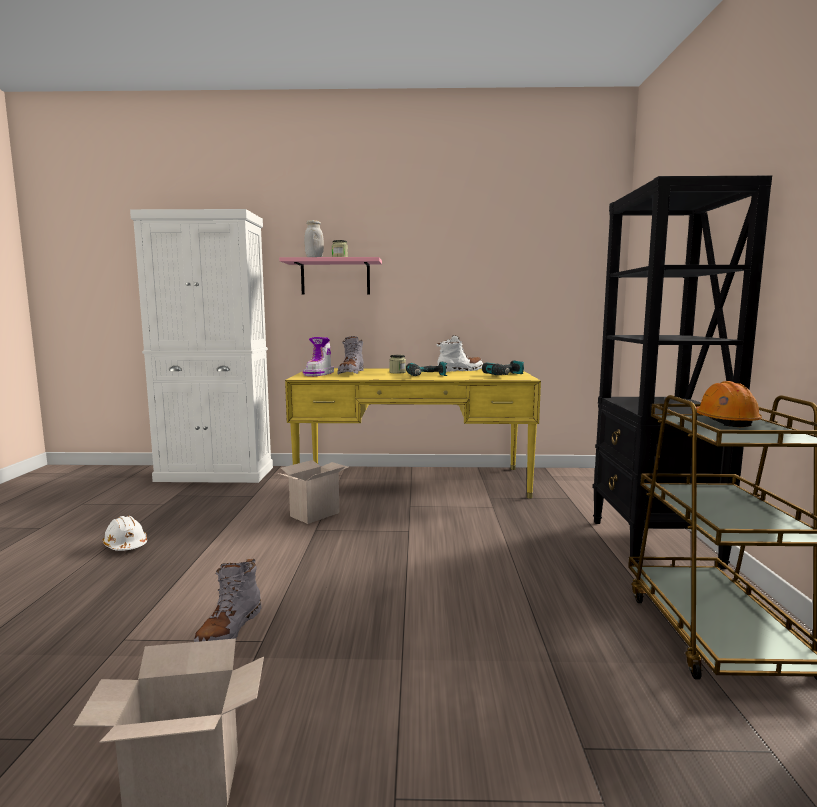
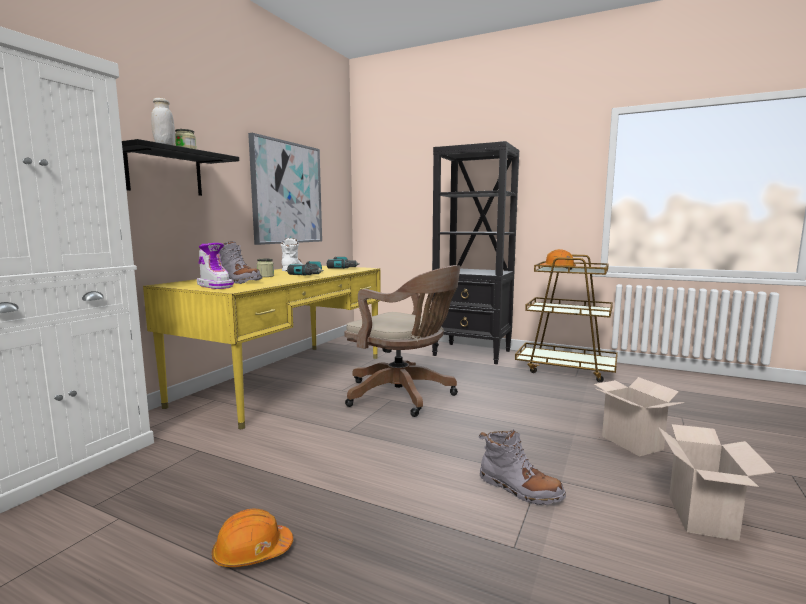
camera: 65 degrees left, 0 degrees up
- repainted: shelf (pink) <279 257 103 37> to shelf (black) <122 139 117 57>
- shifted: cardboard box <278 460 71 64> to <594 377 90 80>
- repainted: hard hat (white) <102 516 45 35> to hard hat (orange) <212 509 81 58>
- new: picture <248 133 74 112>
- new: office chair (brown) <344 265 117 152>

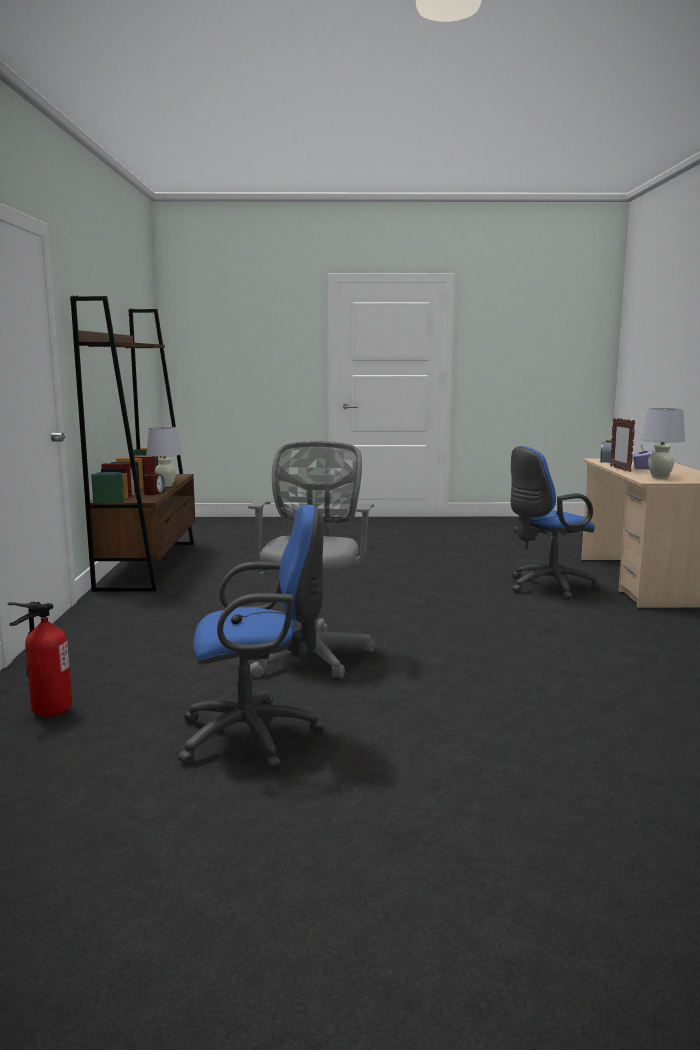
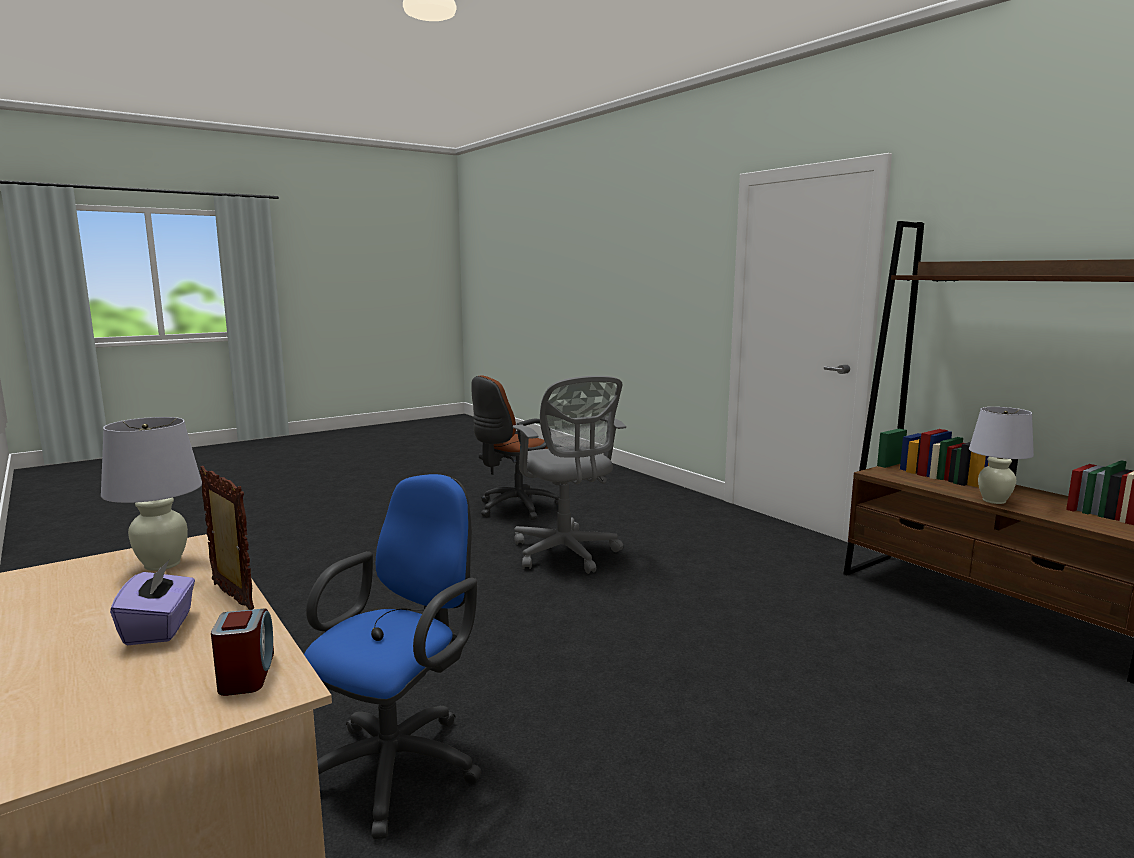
camera: 145 degrees right, 0 degrees up
- gone: alarm clock <143 473 22 22>
- repainted: office chair (blue) <178 505 146 266> to office chair (brown) <471 375 88 145>
- gone: fire extinguisher <7 602 65 115>

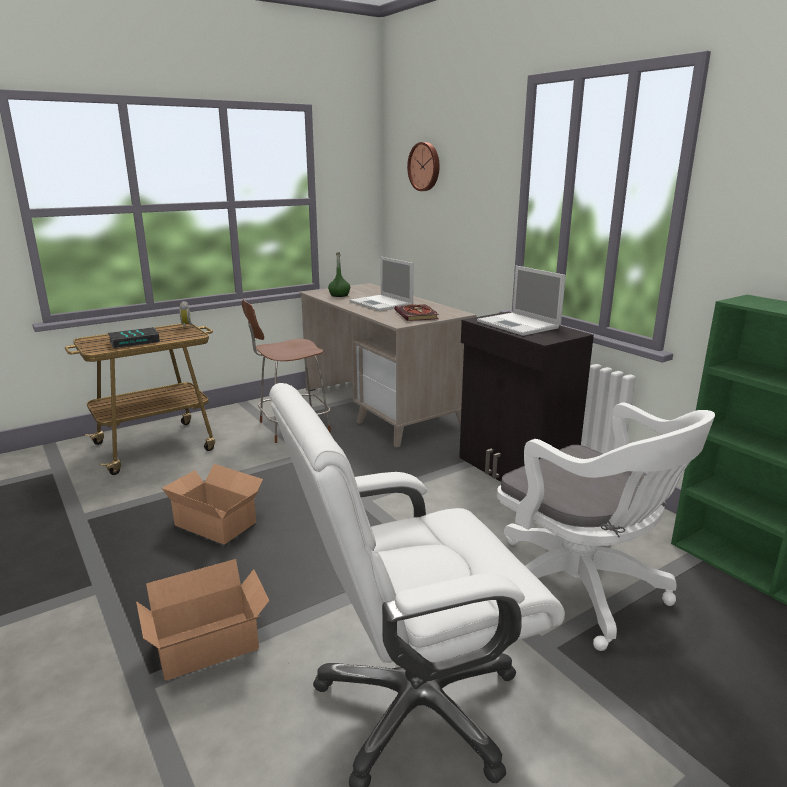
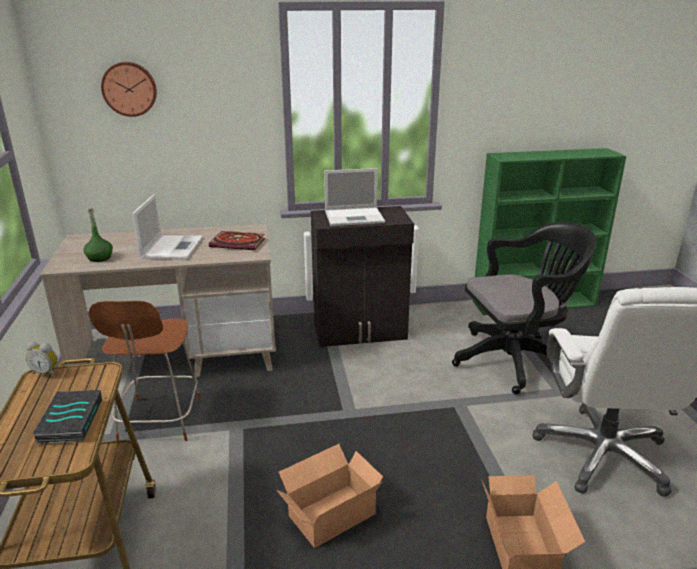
camera: 65 degrees left, 5 degrees up
- rotated: laptop <349 257 65 54> = <132 194 71 66> 75 degrees counterclockwise
- repainted: office chair (white) <497 403 218 248> to office chair (black) <452 222 144 173>

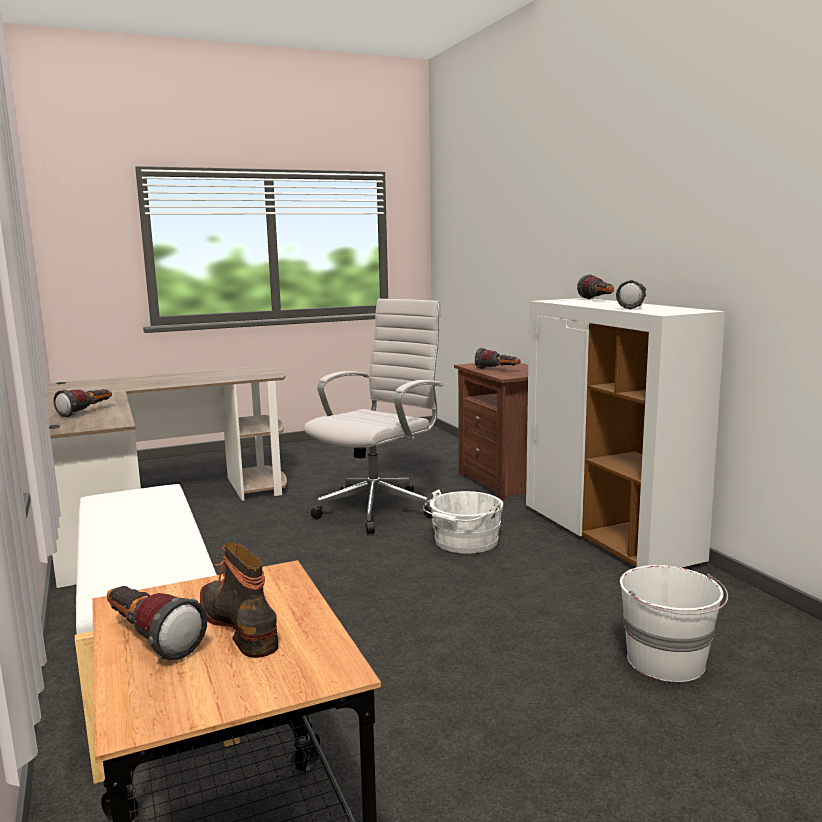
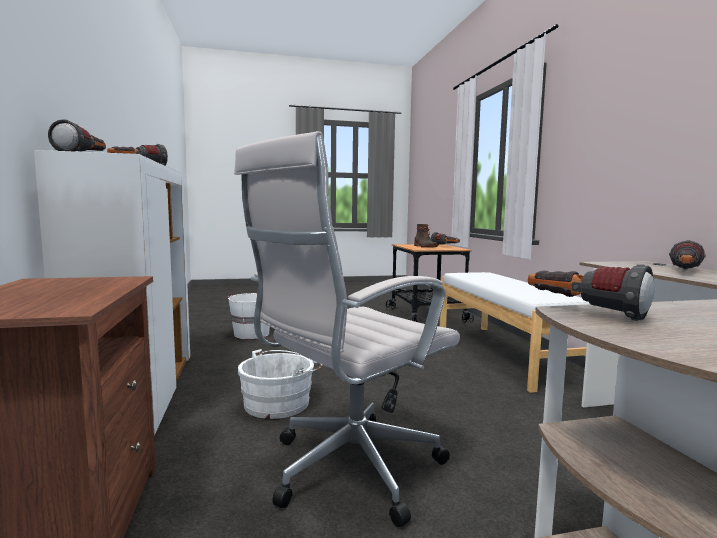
camera: 170 degrees left, 5 degrees down
- shifted: flashlight <475 348 45 21> to <528 264 127 57>

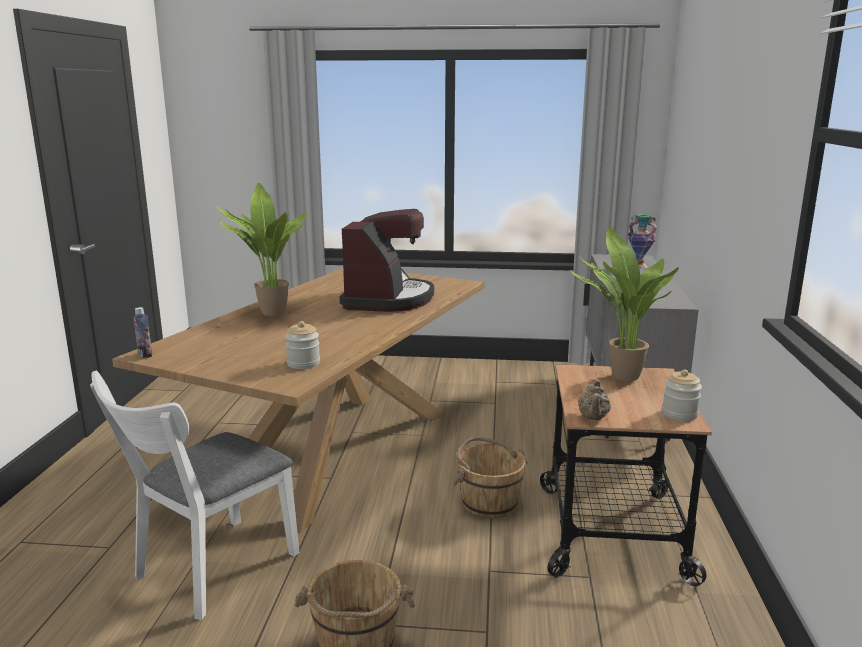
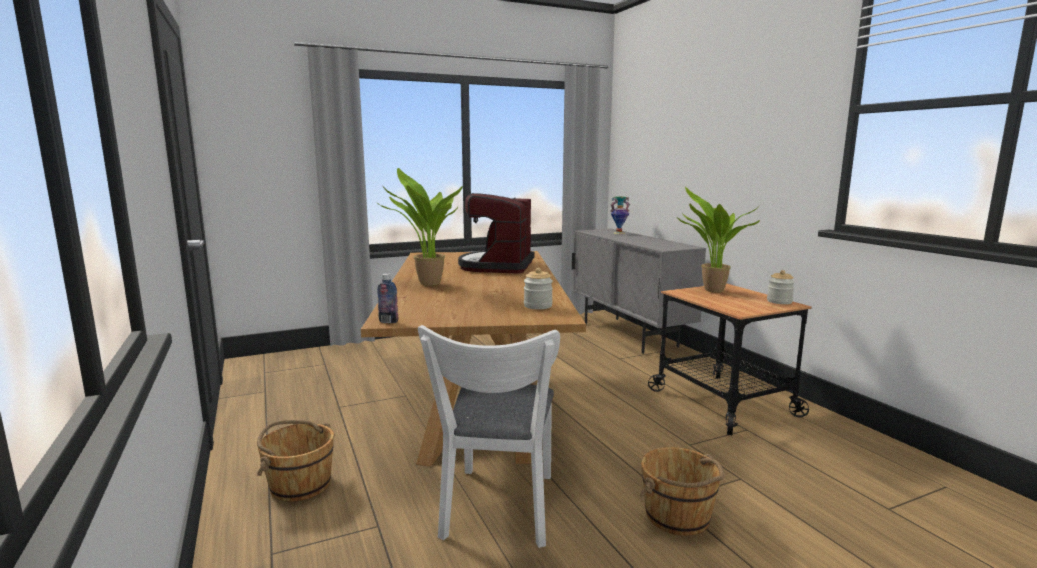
camera: 30 degrees left, 5 degrees down
- rotated: coffee machine <340 209 94 103> = <458 193 76 81> 150 degrees counterclockwise
- gone: teapot (beige) <579 380 32 40>
- shifted: bucket (brown) <453 437 75 81> to <257 420 78 82>

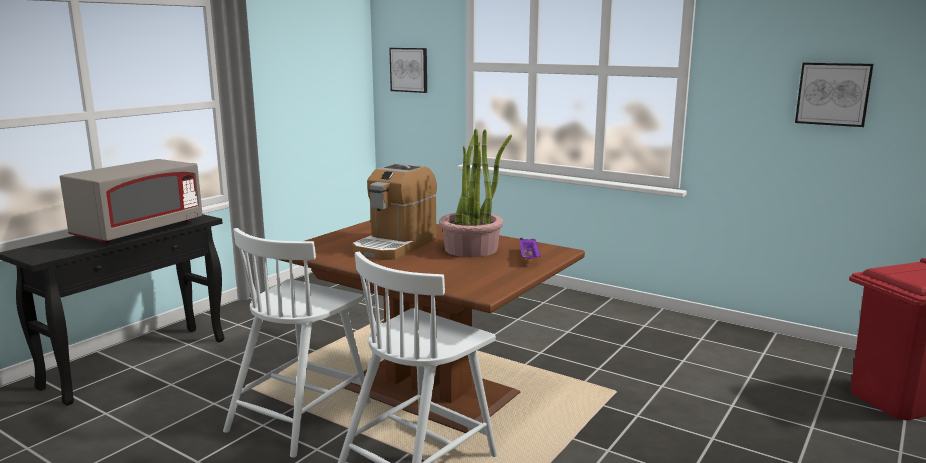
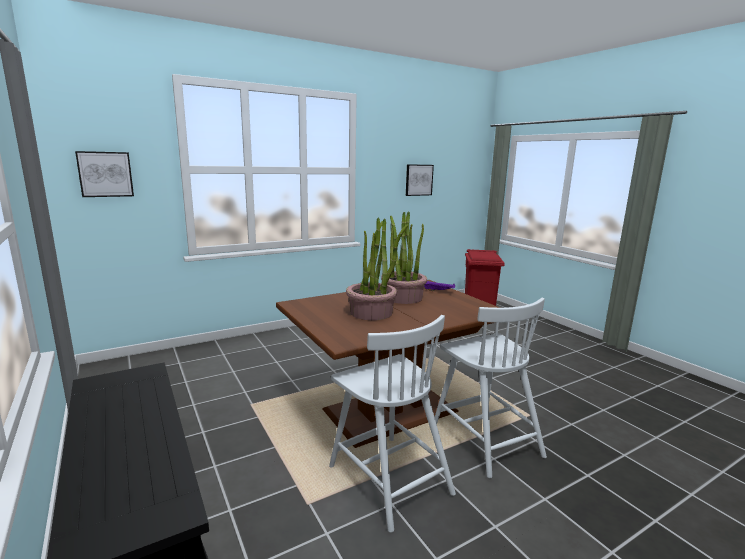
camera: 65 degrees left, 0 degrees up
- gone: microwave (grey) <60 159 142 84>
- swapped: coffee machine <352 163 85 97> to potted plant <346 218 62 102>

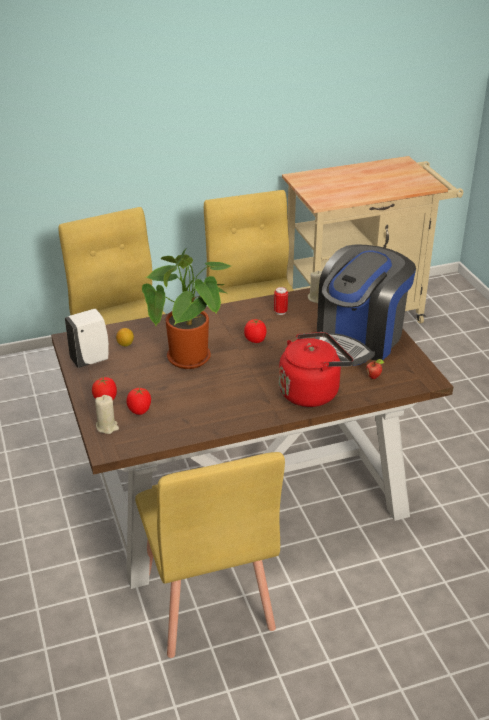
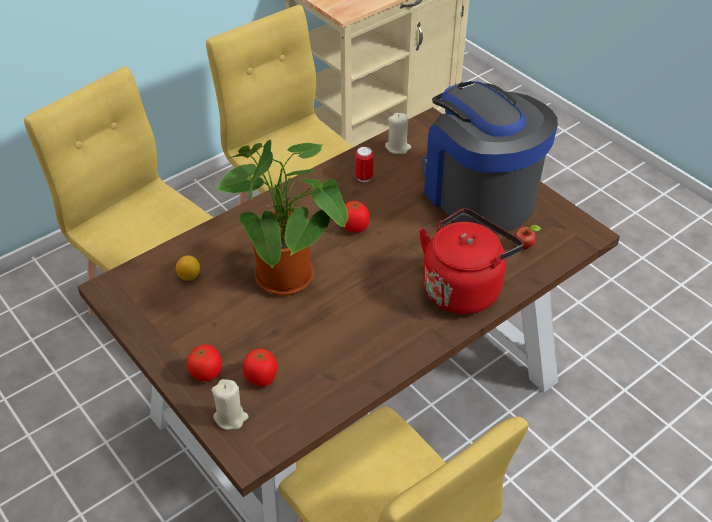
camera: 20 degrees left, 10 degrees up
- rotated: coffee machine <315 244 101 122> = <421 81 137 152> 135 degrees clockwise
- gone: soap dispenser (white) <65 309 44 59>

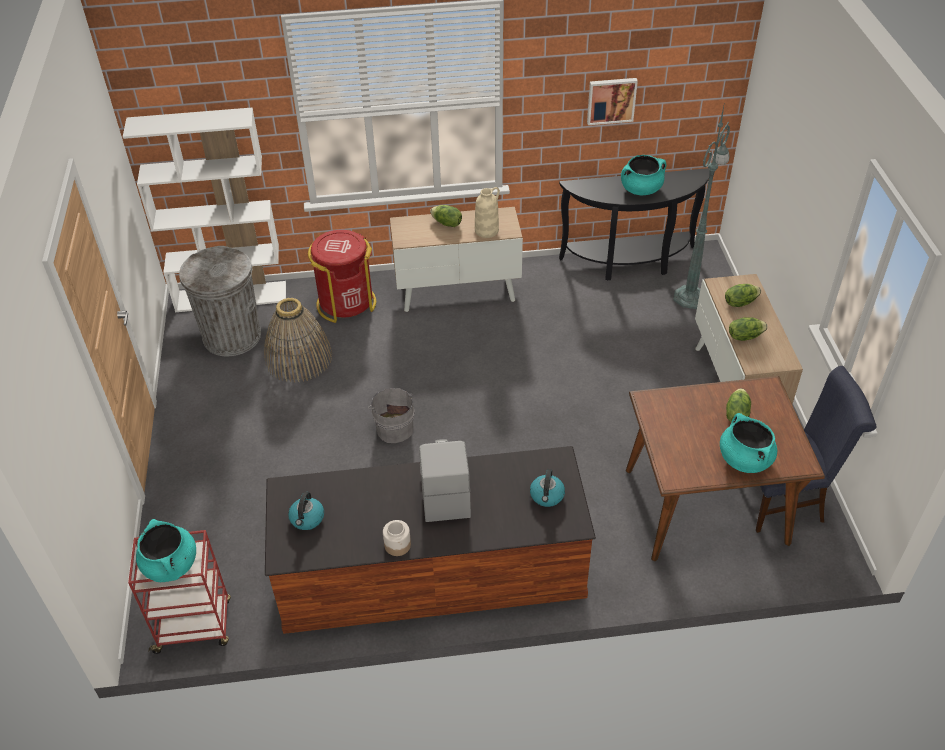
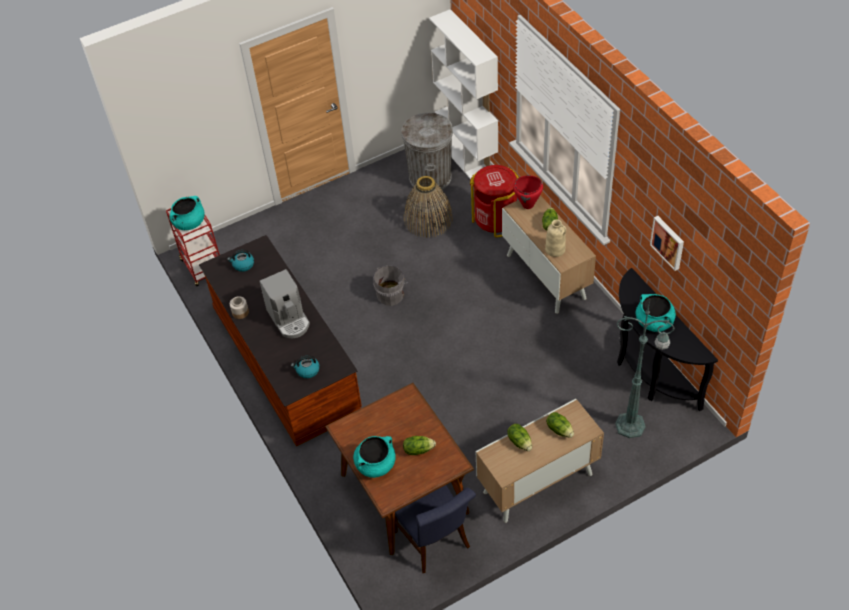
camera: 70 degrees right, 5 degrees up
- rotated: coffee machine <419 439 52 83> = <259 269 51 69> 90 degrees clockwise
- new: cooking pot (red) <513 175 30 34>

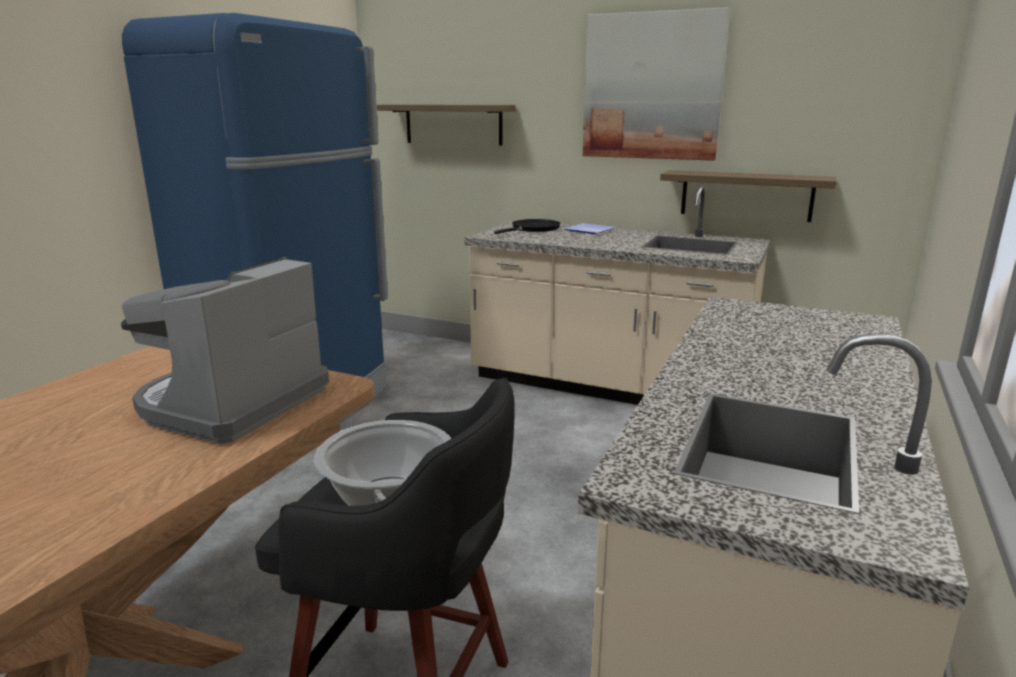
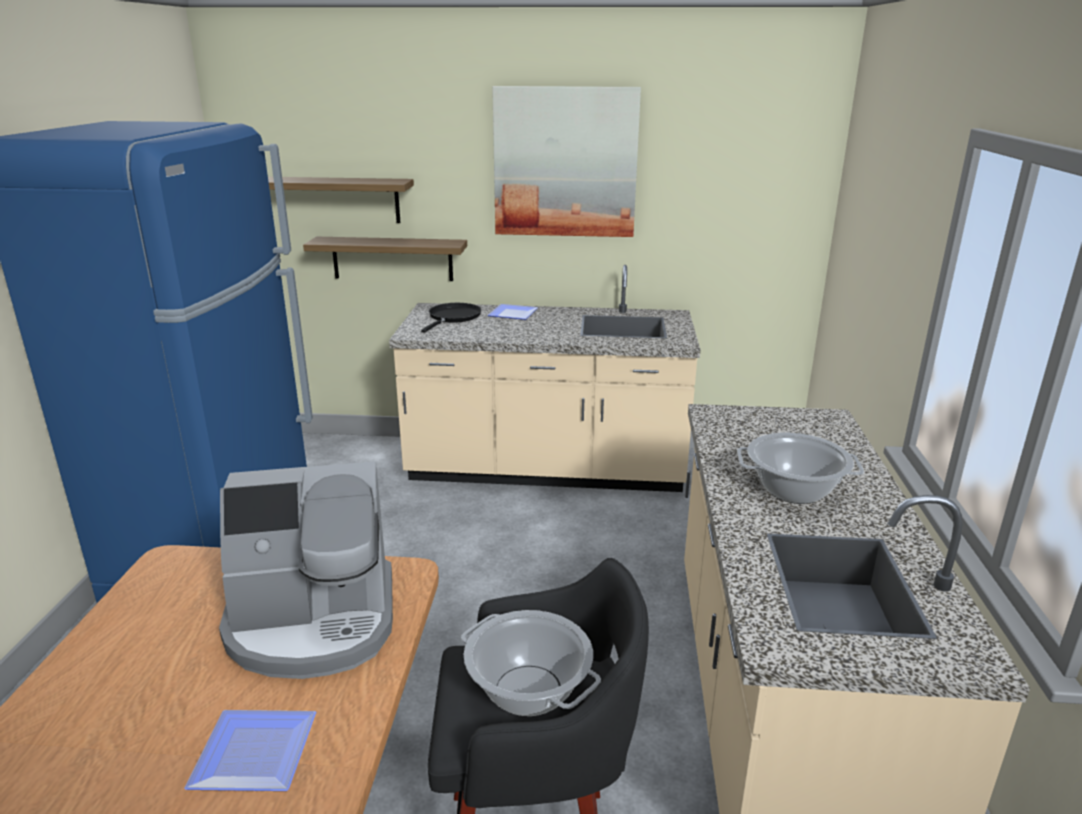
camera: 20 degrees left, 5 degrees up
- shifted: shelf <660 170 177 52> to <303 237 164 44>
- rotated: coffee machine <121 257 208 187> = <219 461 174 218> 105 degrees counterclockwise
- new: cooking pot <737 433 127 71>
- new: plate <184 710 132 81>

